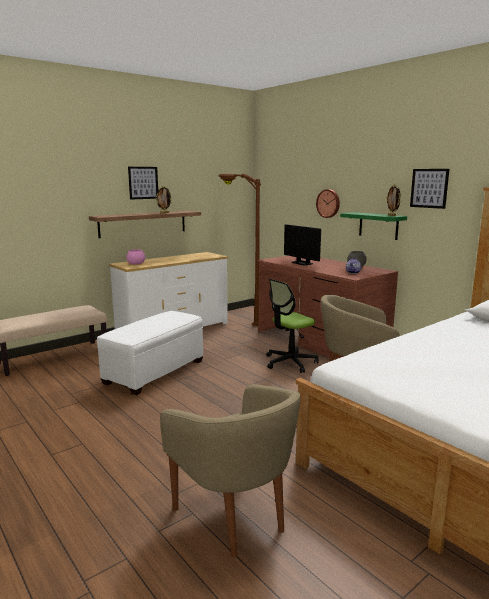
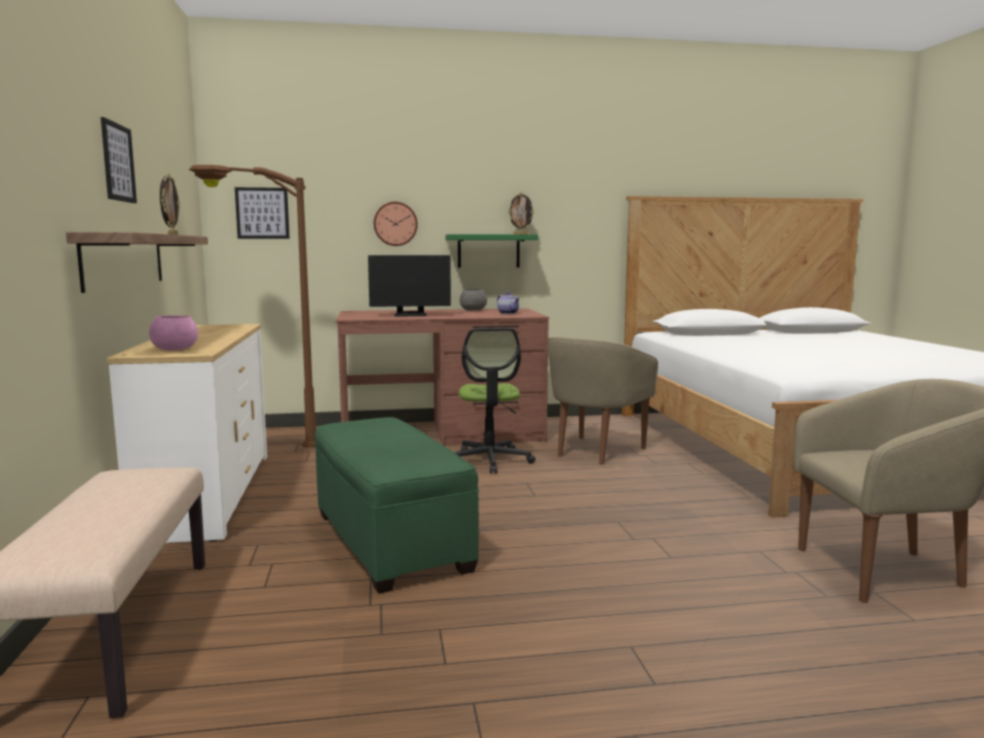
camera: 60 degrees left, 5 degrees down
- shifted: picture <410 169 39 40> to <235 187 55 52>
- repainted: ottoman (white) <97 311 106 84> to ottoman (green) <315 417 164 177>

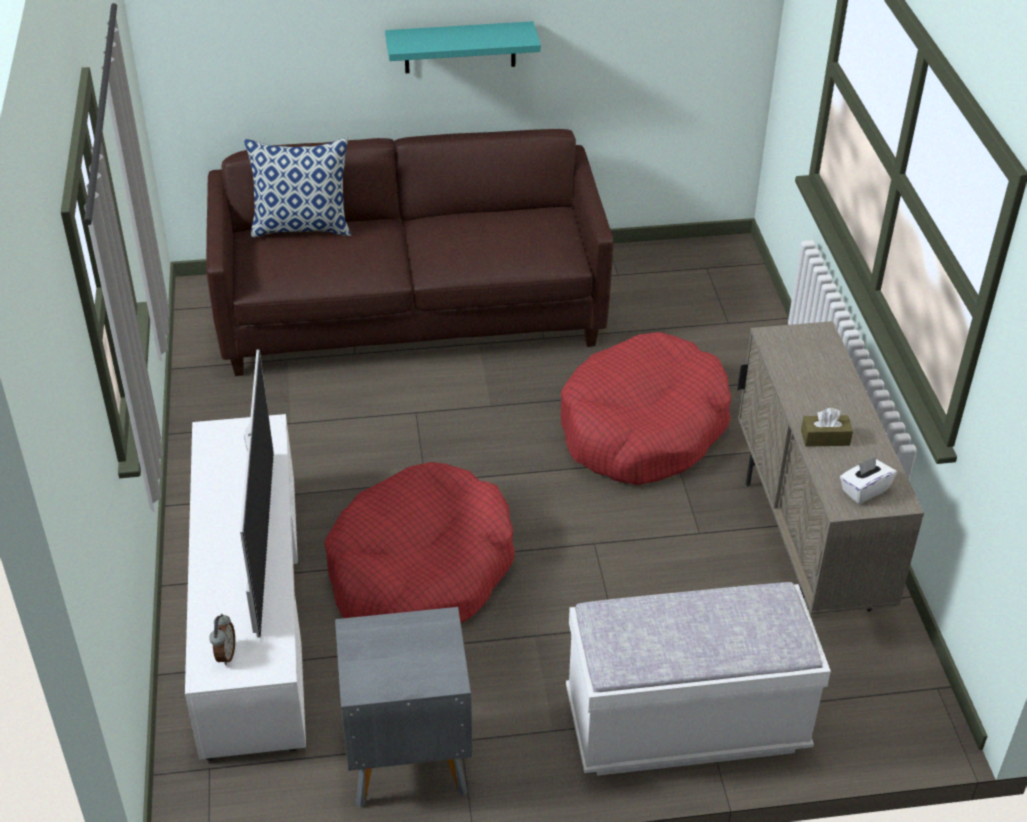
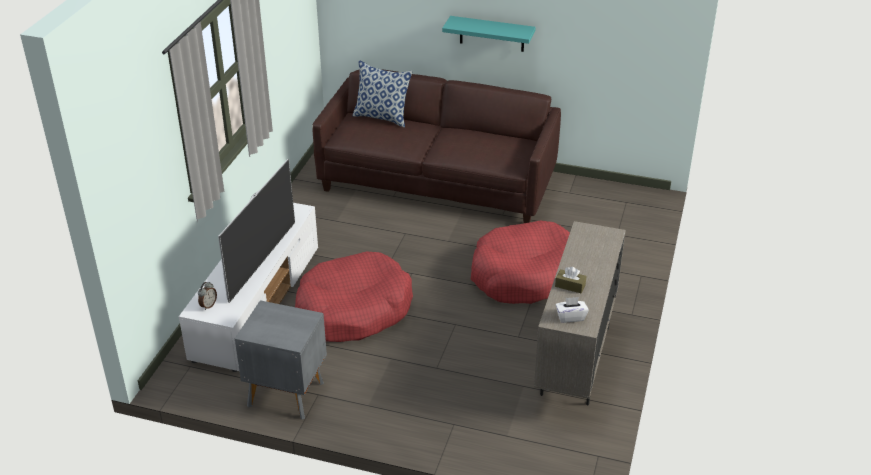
camera: 25 degrees right, 5 degrees down
- gone: bench (white) <566 582 265 194>

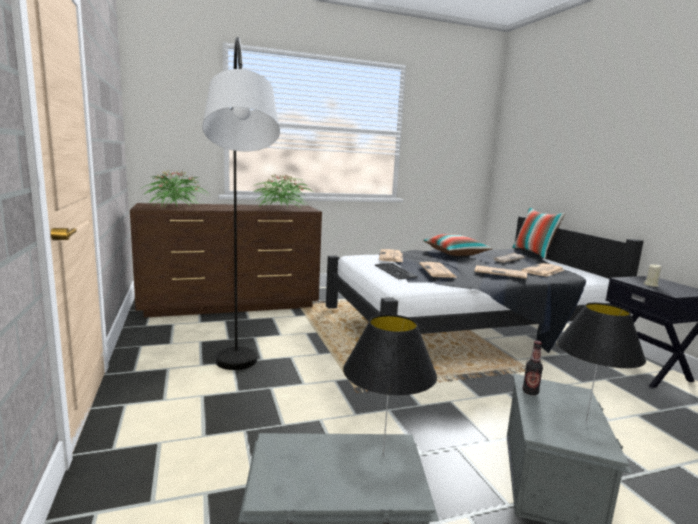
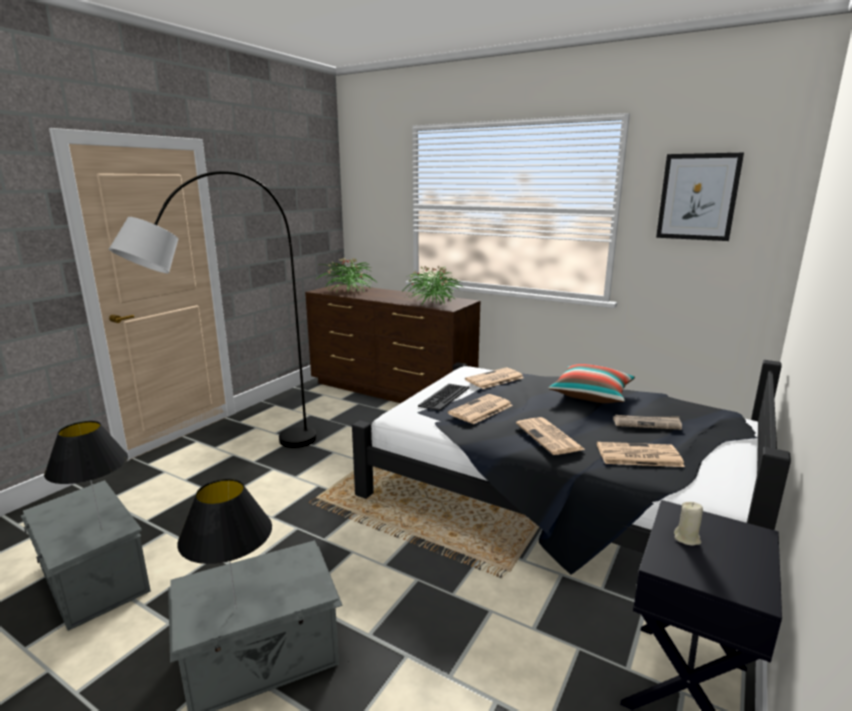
camera: 50 degrees right, 5 degrees up
- gone: pillow <512 207 54 52>
- gone: bottle <523 341 20 54>
- new: picture <656 153 88 88>

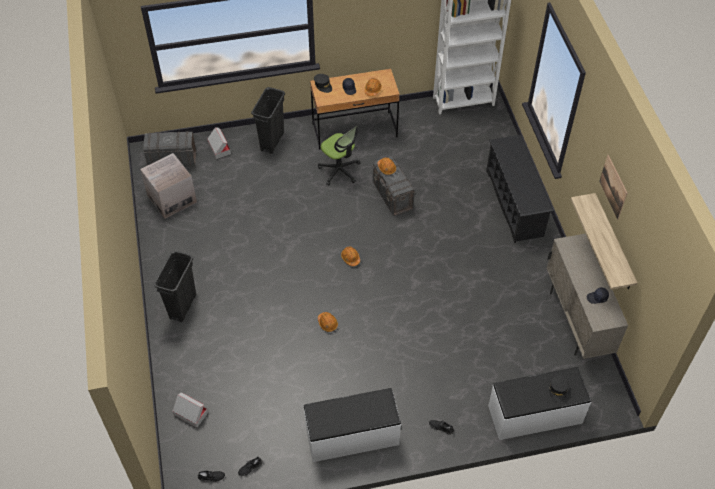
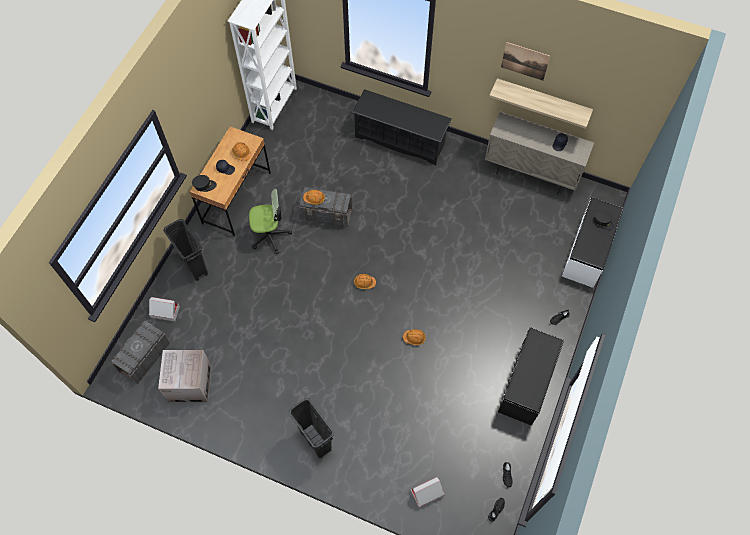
camera: 55 degrees left, 10 degrees up
- repainted: bench (white) <303 388 98 74> to bench (black) <498 327 66 99>

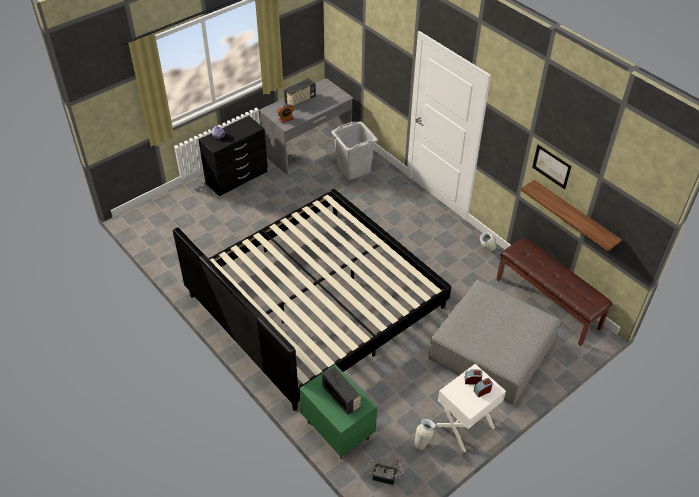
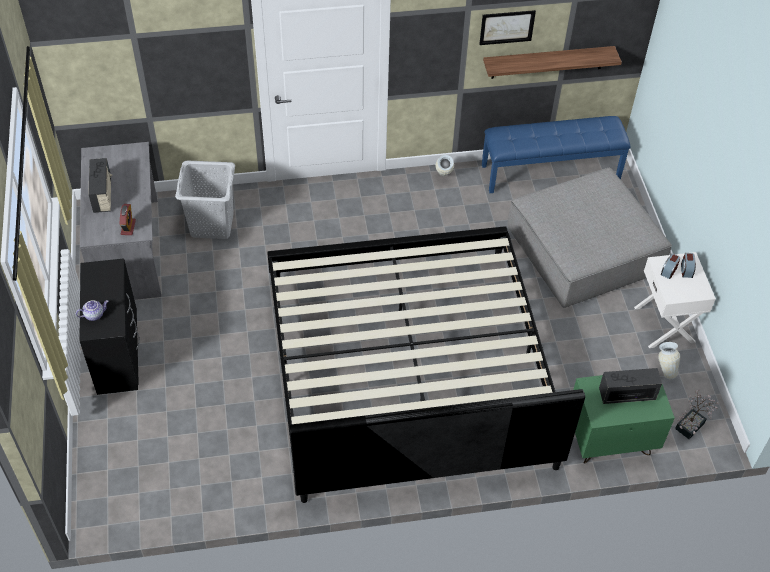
camera: 60 degrees left, 5 degrees up
- repainted: bench (brown) <496 238 117 108> to bench (blue) <482 116 149 77>

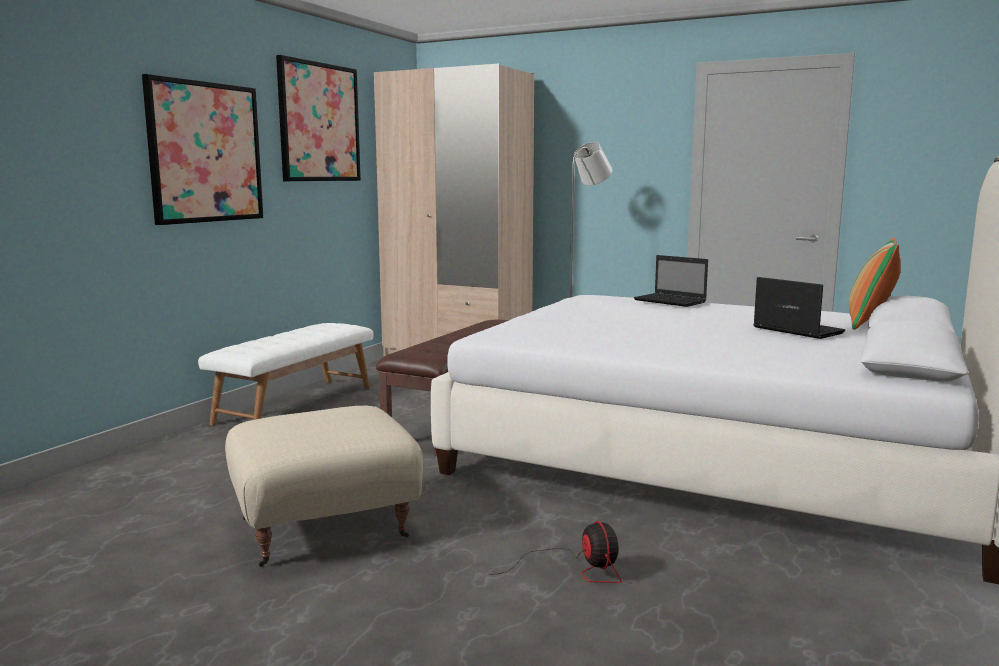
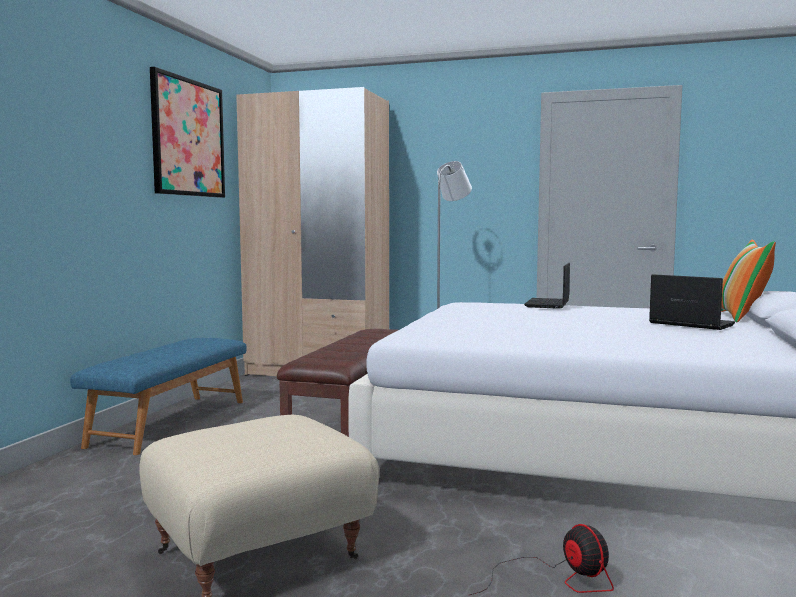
camera: 10 degrees left, 5 degrees down
- gone: picture <142 74 121 151>
- rotated: laptop <634 255 74 52> = <524 263 46 46> 75 degrees clockwise
- repainted: bench (white) <198 323 175 102> to bench (blue) <70 338 177 117>

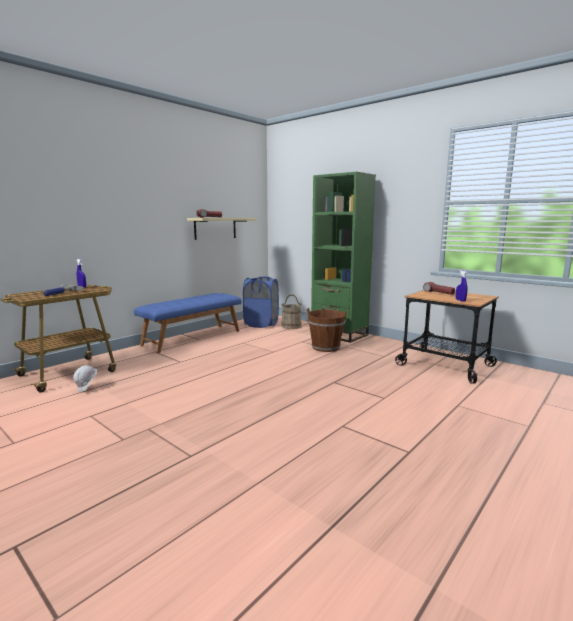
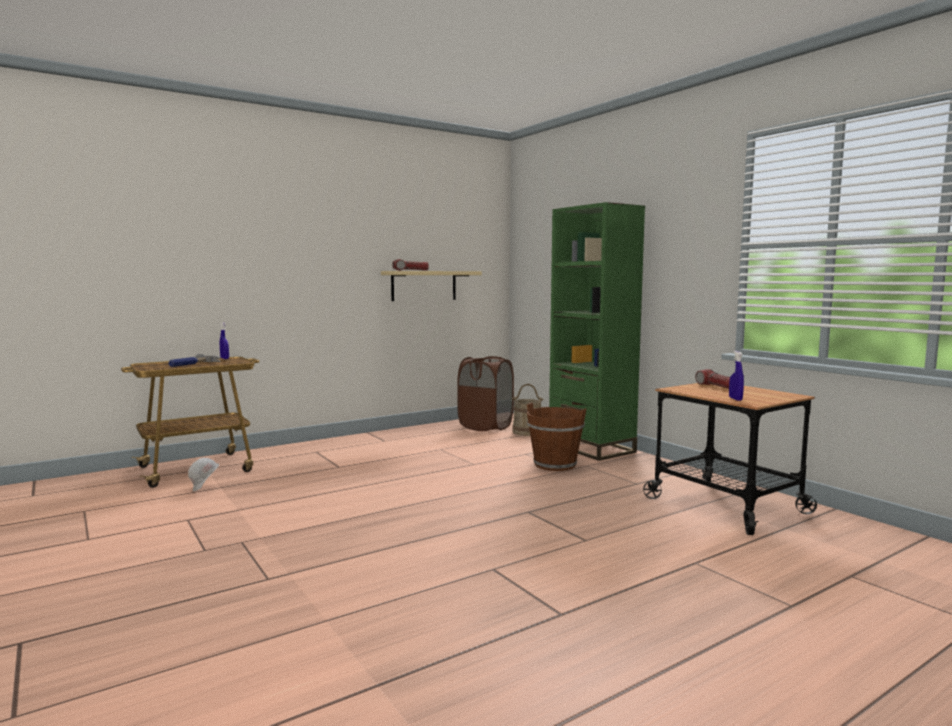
camera: 15 degrees right, 5 degrees down
- repainted: laundry basket (blue) <243 277 36 51> to laundry basket (brown) <457 356 57 75>
- gone: bench (blue) <134 293 108 60>

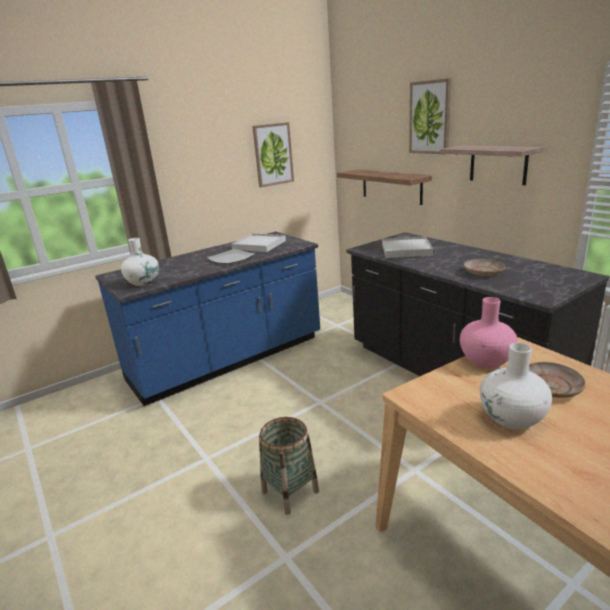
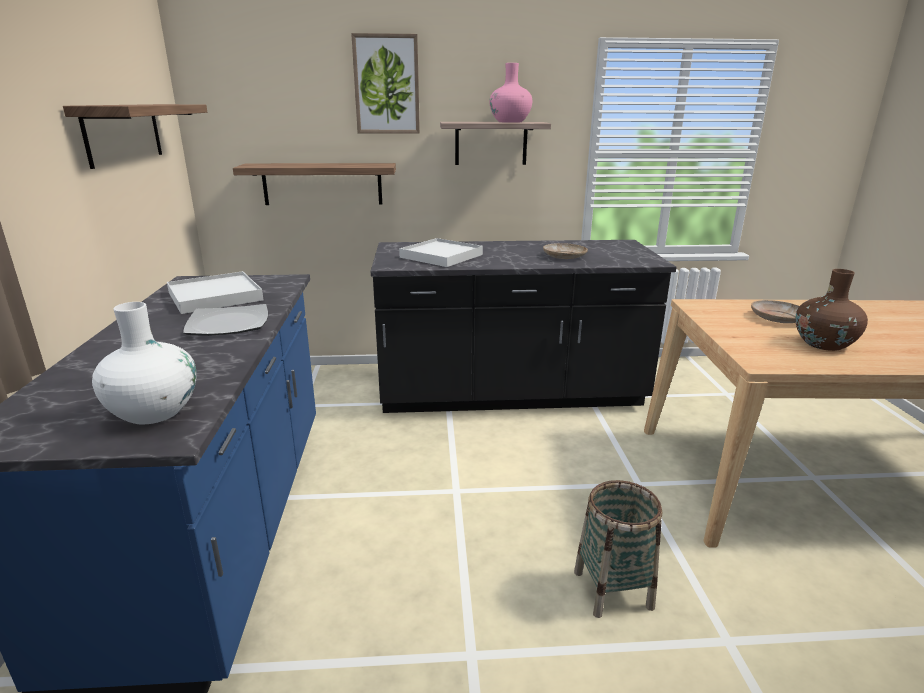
camera: 60 degrees left, 0 degrees up
- swapped: picture <252 122 42 65> to shelf <63 104 144 65>
- shifted: vase (pink) <460 297 58 71> to <489 63 43 60>
- repainted: vase (white) <480 343 72 86> to vase (brown) <795 269 73 82>

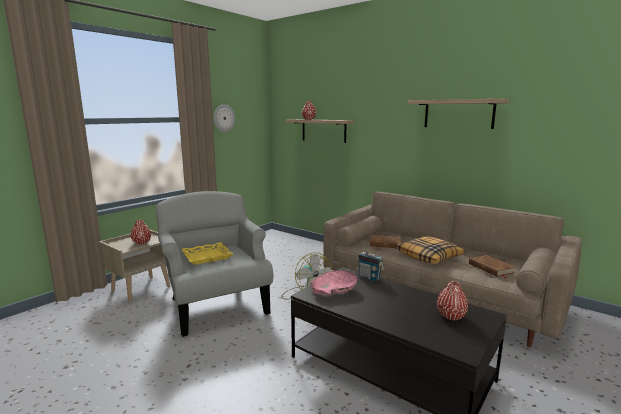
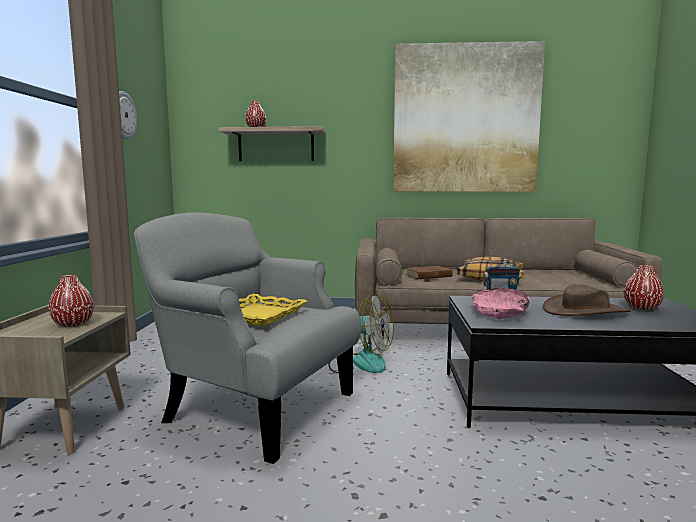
camera: 35 degrees left, 5 degrees down
- swapped: shelf <408 99 101 30> to picture <393 41 152 150>
- gone: book (brown) <469 255 46 24>
- new: hat (brown) <543 284 88 32>

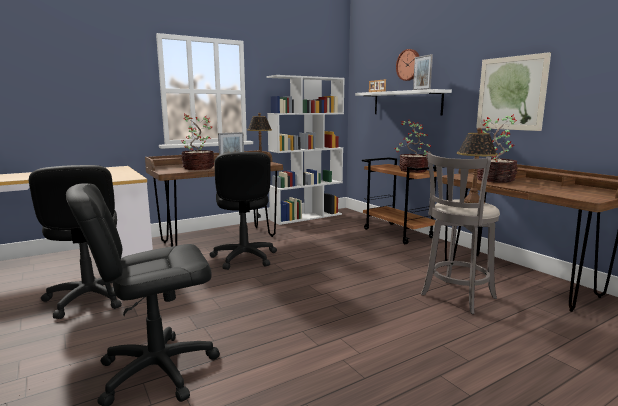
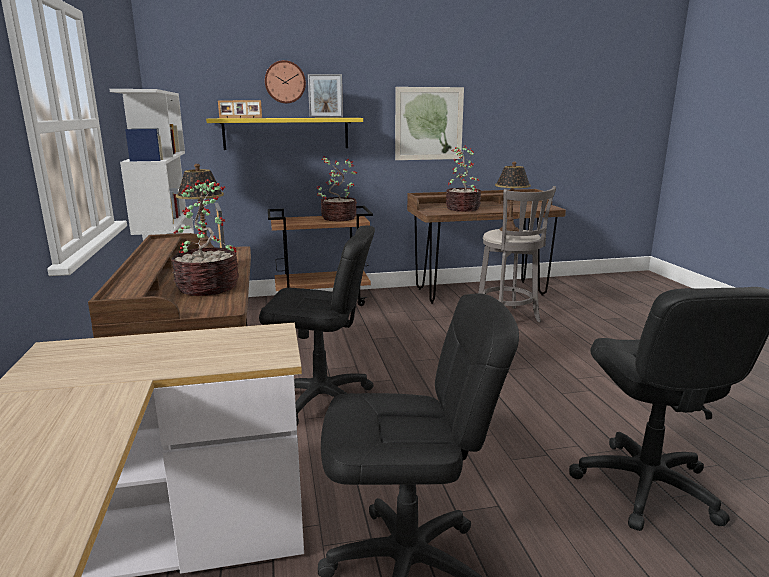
camera: 70 degrees left, 5 degrees up
- repainted: shelf (white) <355 89 97 26> to shelf (yellow) <206 118 157 32>

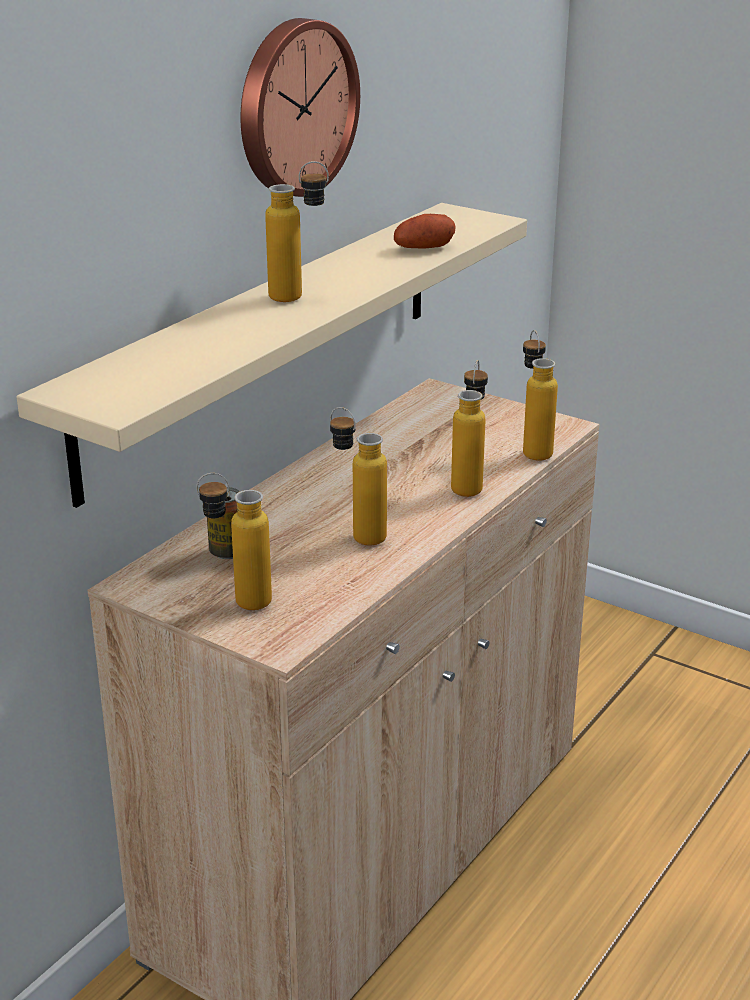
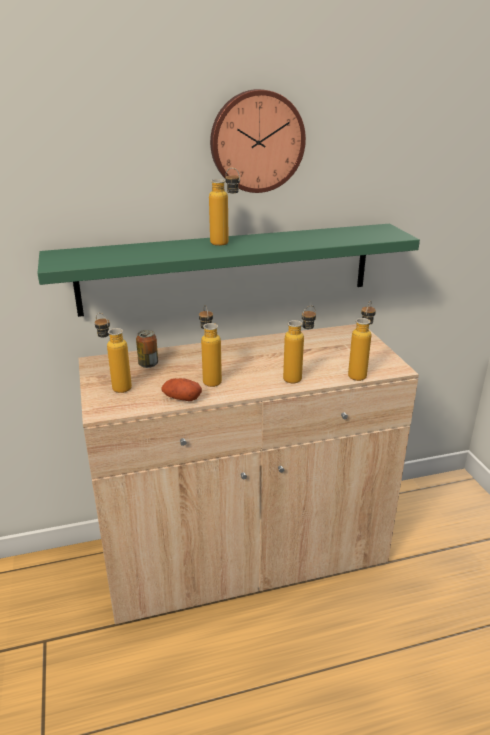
camera: 40 degrees right, 0 degrees up
- repainted: shelf (beige) <17 203 510 305> to shelf (green) <37 224 383 93>
- shifted: potato <394 214 62 34> to <161 378 41 23>

